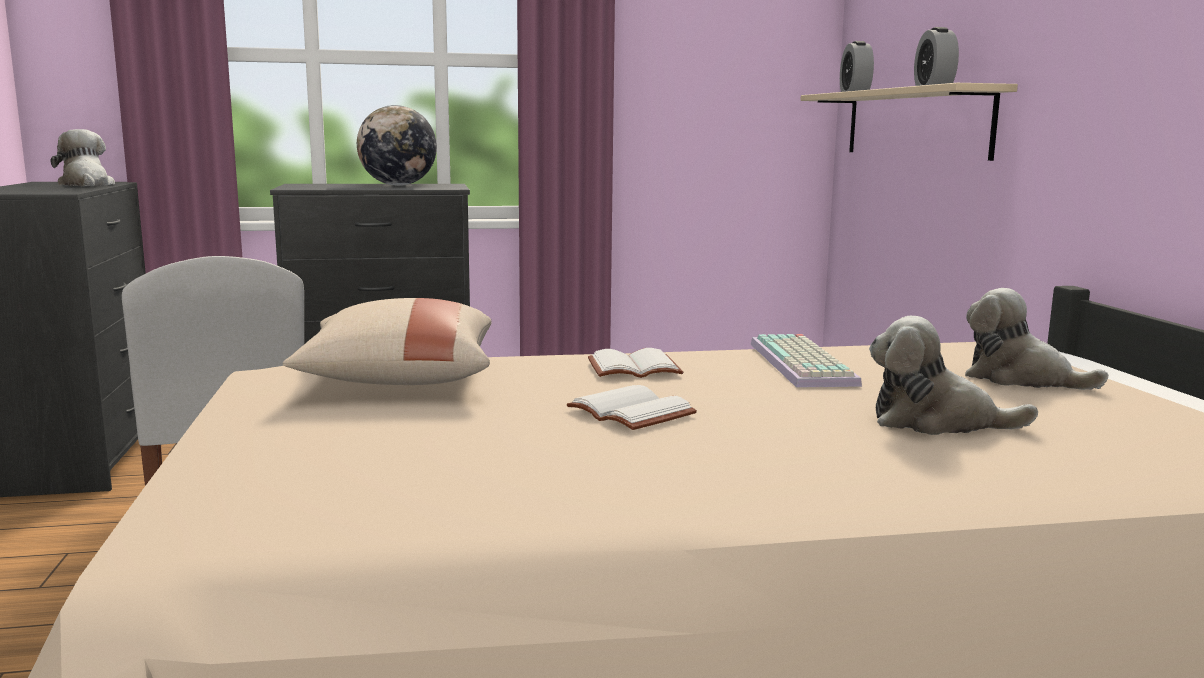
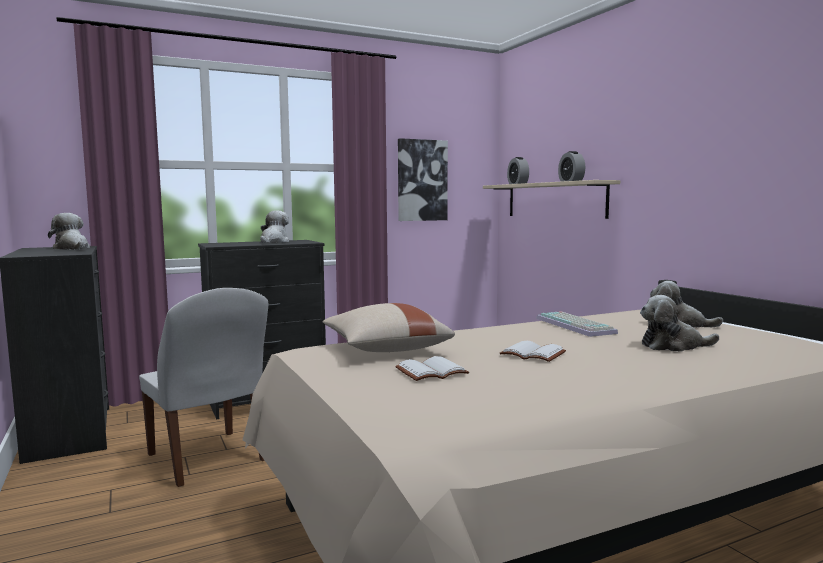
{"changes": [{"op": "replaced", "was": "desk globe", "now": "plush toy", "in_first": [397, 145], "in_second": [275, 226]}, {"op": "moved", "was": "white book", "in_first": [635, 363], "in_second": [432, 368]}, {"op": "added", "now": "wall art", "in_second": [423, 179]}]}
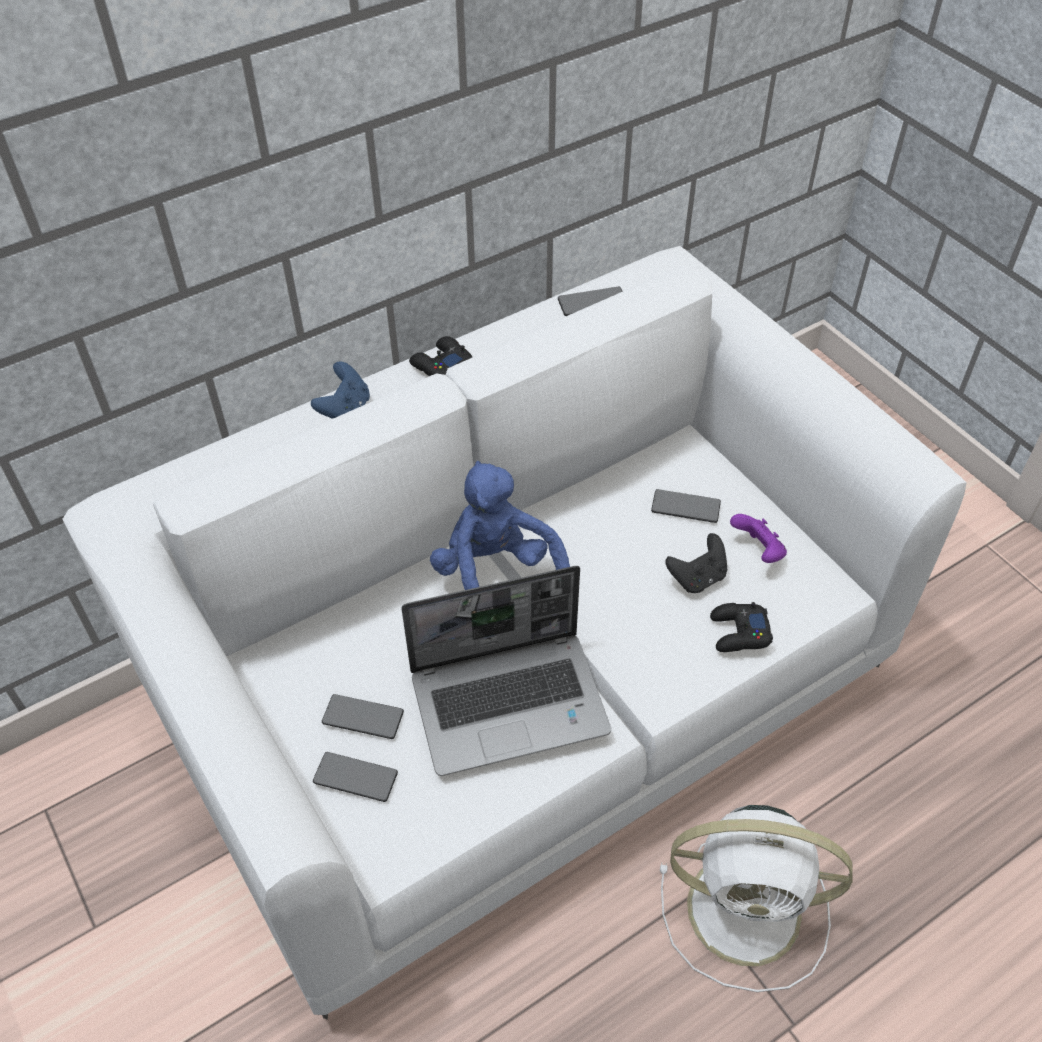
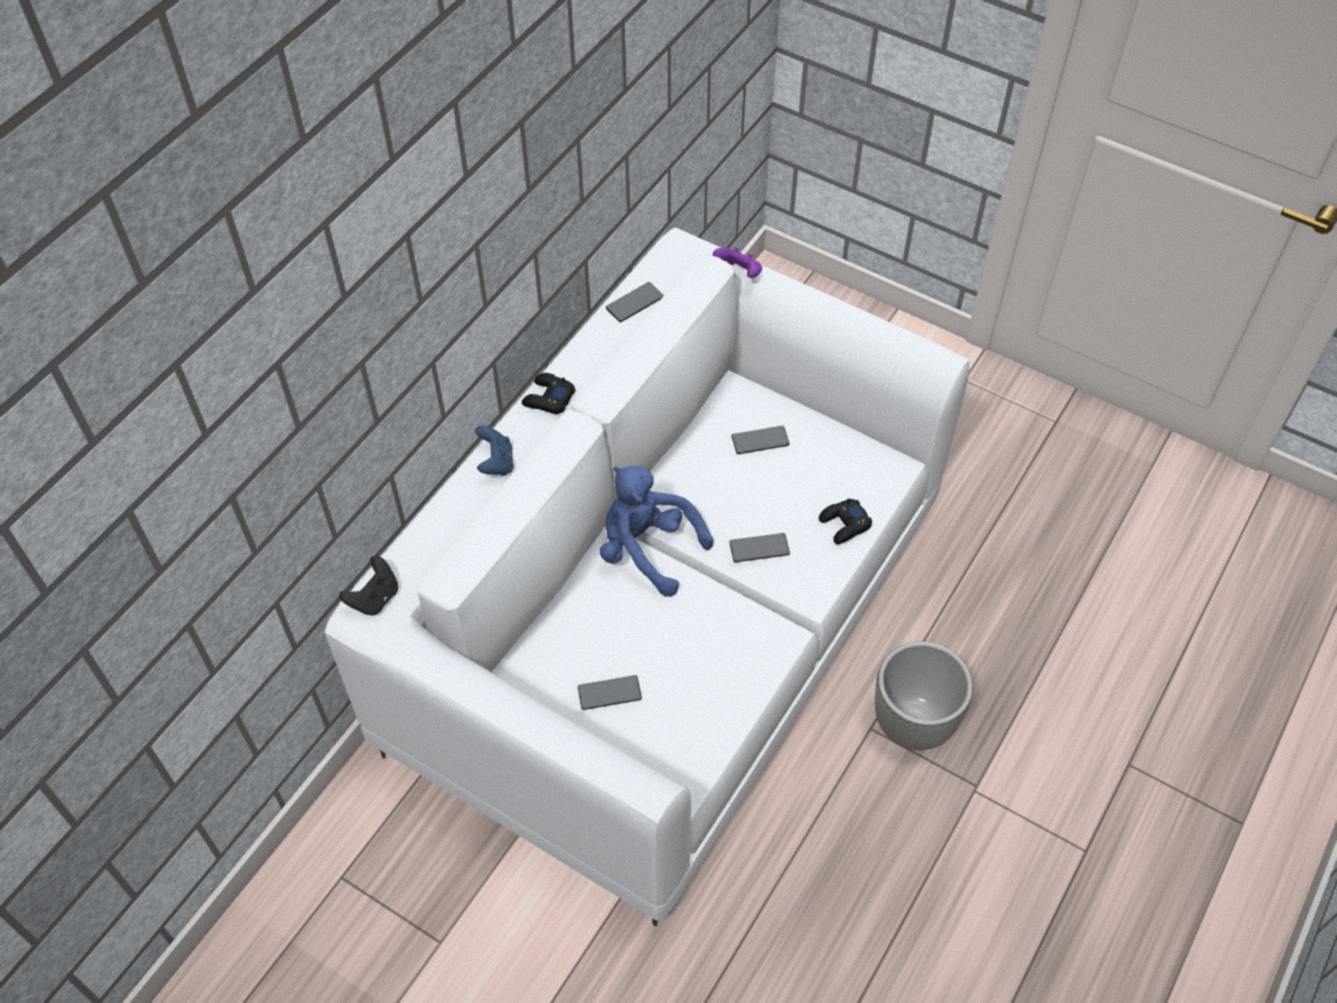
{"changes": [{"op": "moved", "was": "black game controller", "in_first": [696, 563], "in_second": [368, 586]}, {"op": "moved", "was": "purple game controller", "in_first": [758, 538], "in_second": [737, 262]}, {"op": "moved", "was": "telephone", "in_first": [355, 777], "in_second": [759, 547]}, {"op": "replaced", "was": "white electric fan", "now": "plant pot", "in_first": [756, 898], "in_second": [924, 695]}, {"op": "removed", "was": "portable computer", "in_first": [506, 671]}]}
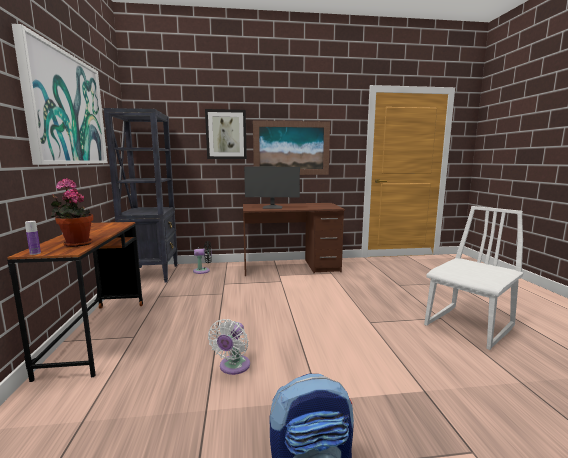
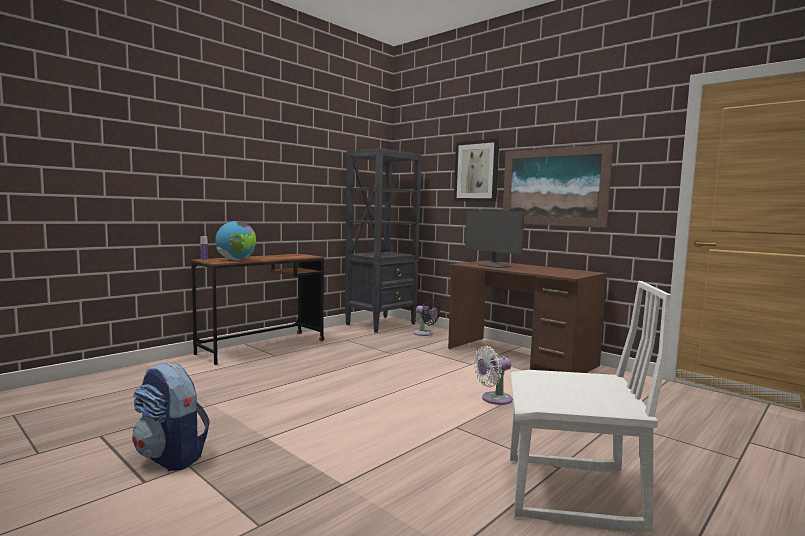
{"changes": [{"op": "replaced", "was": "potted plant", "now": "desk globe", "in_first": [72, 212], "in_second": [235, 240]}, {"op": "moved", "was": "white electric fan", "in_first": [229, 347], "in_second": [493, 375]}, {"op": "removed", "was": "wall art", "in_first": [60, 94]}]}
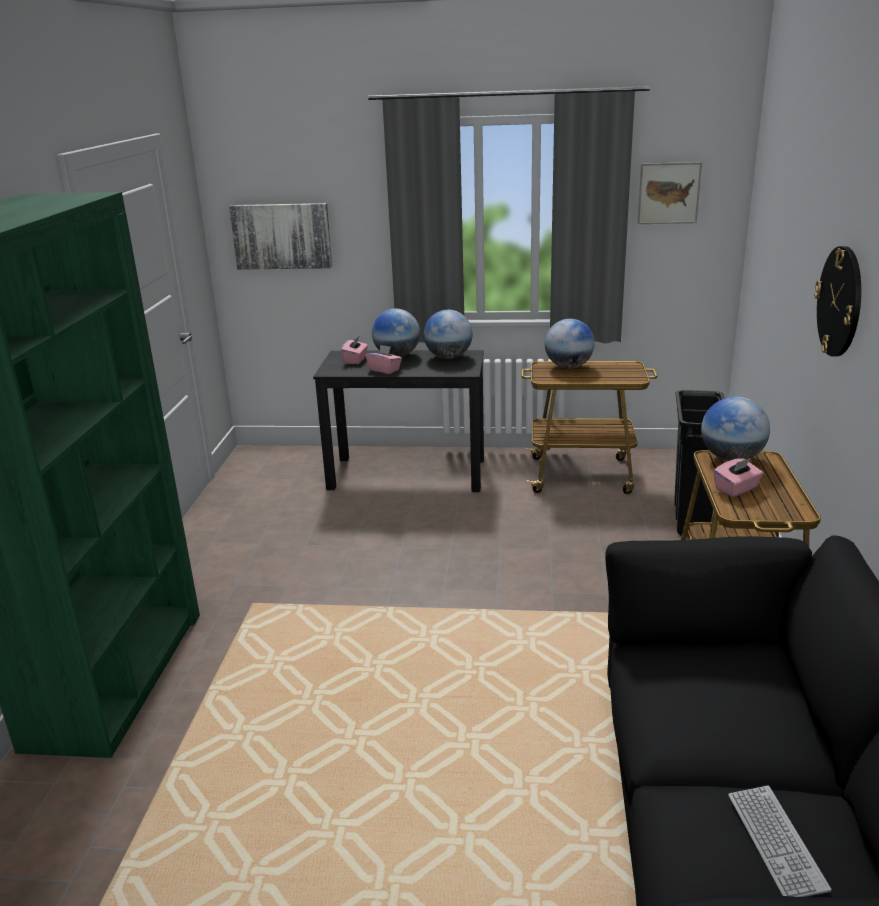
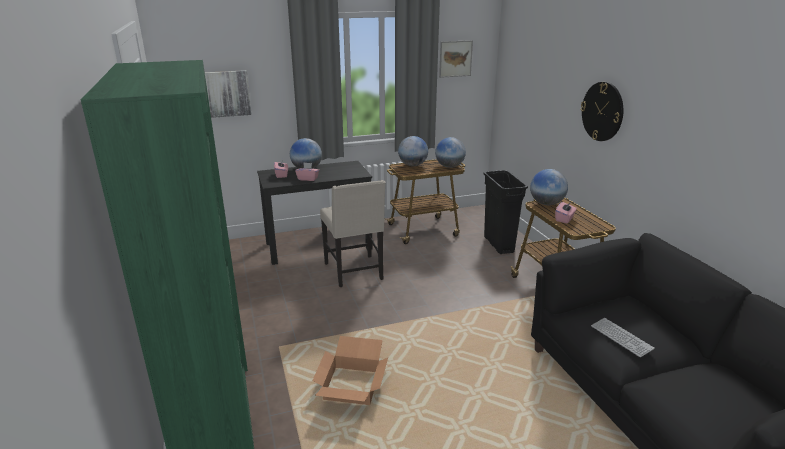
{"changes": [{"op": "added", "now": "cardboard box", "in_second": [350, 370]}, {"op": "added", "now": "beige plain chair", "in_second": [353, 233]}, {"op": "moved", "was": "desk globe", "in_first": [448, 334], "in_second": [450, 152]}, {"op": "moved", "was": "PC keyboard", "in_first": [779, 841], "in_second": [623, 337]}]}
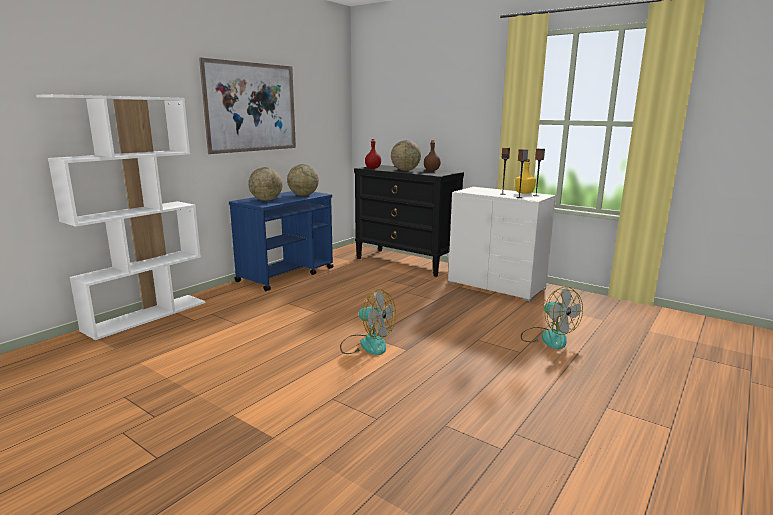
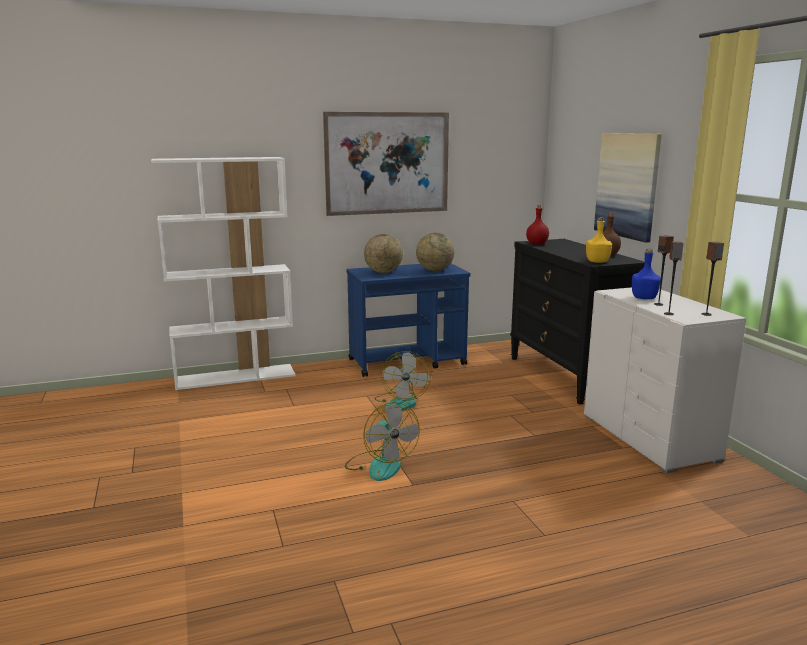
{"changes": [{"op": "moved", "was": "electric fan", "in_first": [552, 318], "in_second": [402, 381]}, {"op": "moved", "was": "yellow-coloured bottle", "in_first": [525, 176], "in_second": [599, 240]}, {"op": "added", "now": "wall art", "in_second": [628, 188]}, {"op": "added", "now": "blue bottle", "in_second": [646, 274]}, {"op": "removed", "was": "desk globe", "in_first": [406, 155]}]}
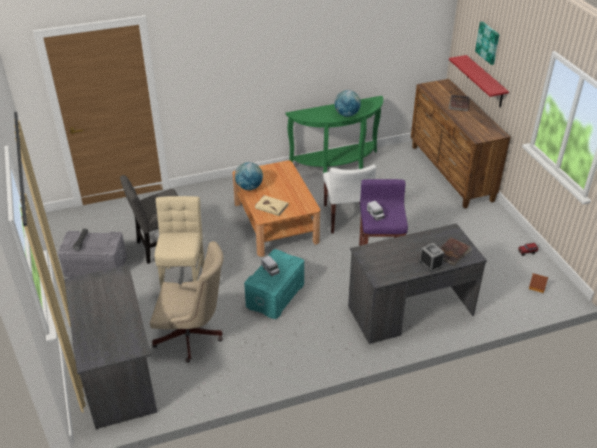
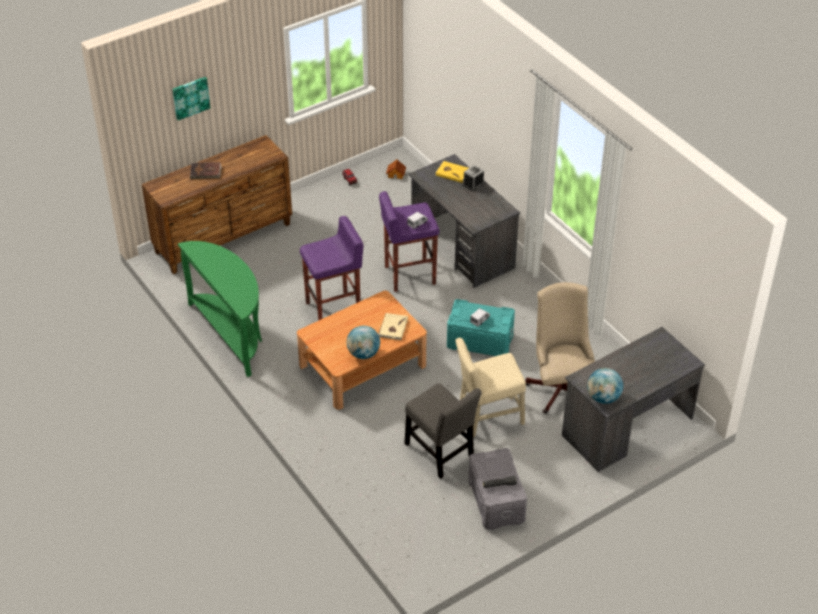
{"changes": [{"op": "replaced", "was": "white plain chair", "now": "purple stool", "in_first": [349, 199], "in_second": [331, 268]}, {"op": "recoloured", "was": "brown-coloured book", "now": "yellow-coloured book", "in_first": [456, 251], "in_second": [452, 172]}, {"op": "moved", "was": "desk globe", "in_first": [347, 103], "in_second": [605, 386]}, {"op": "removed", "was": "red-coloured wall shelf", "in_first": [479, 81]}]}
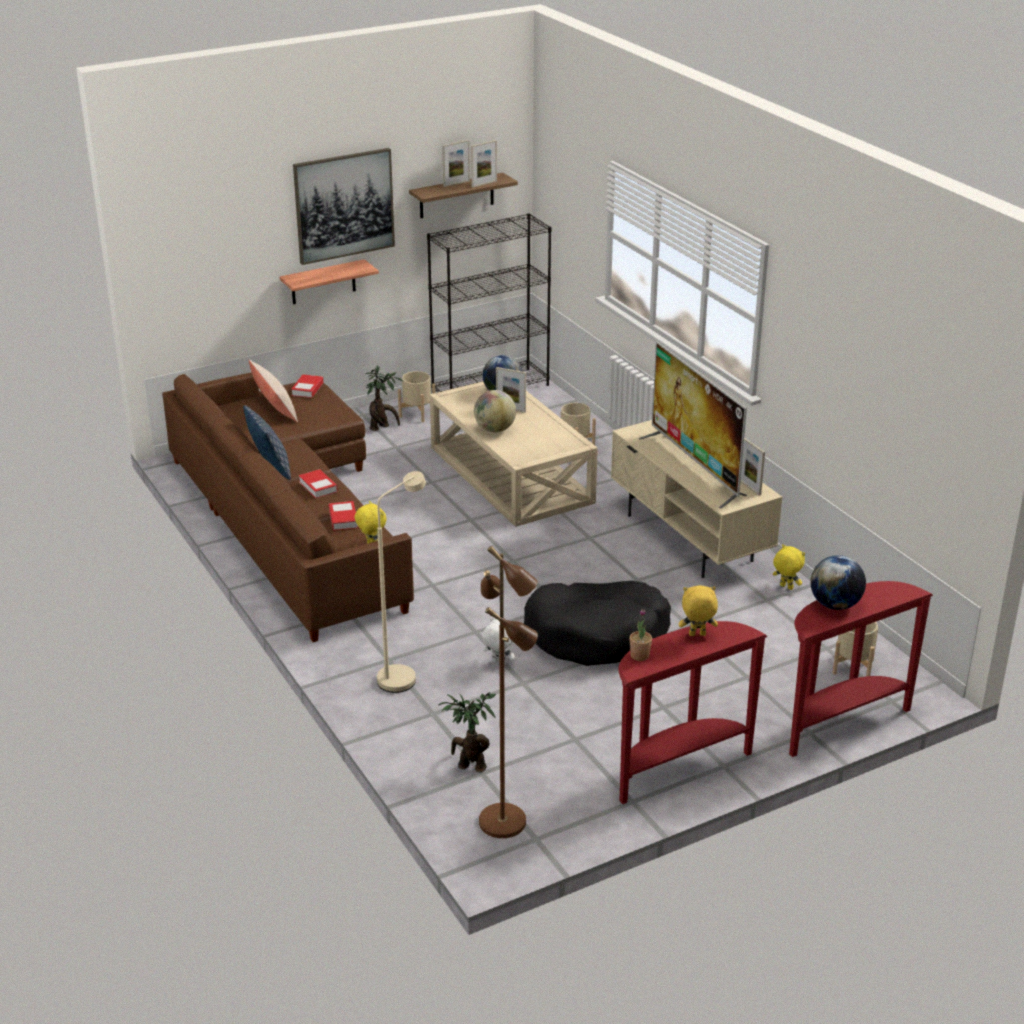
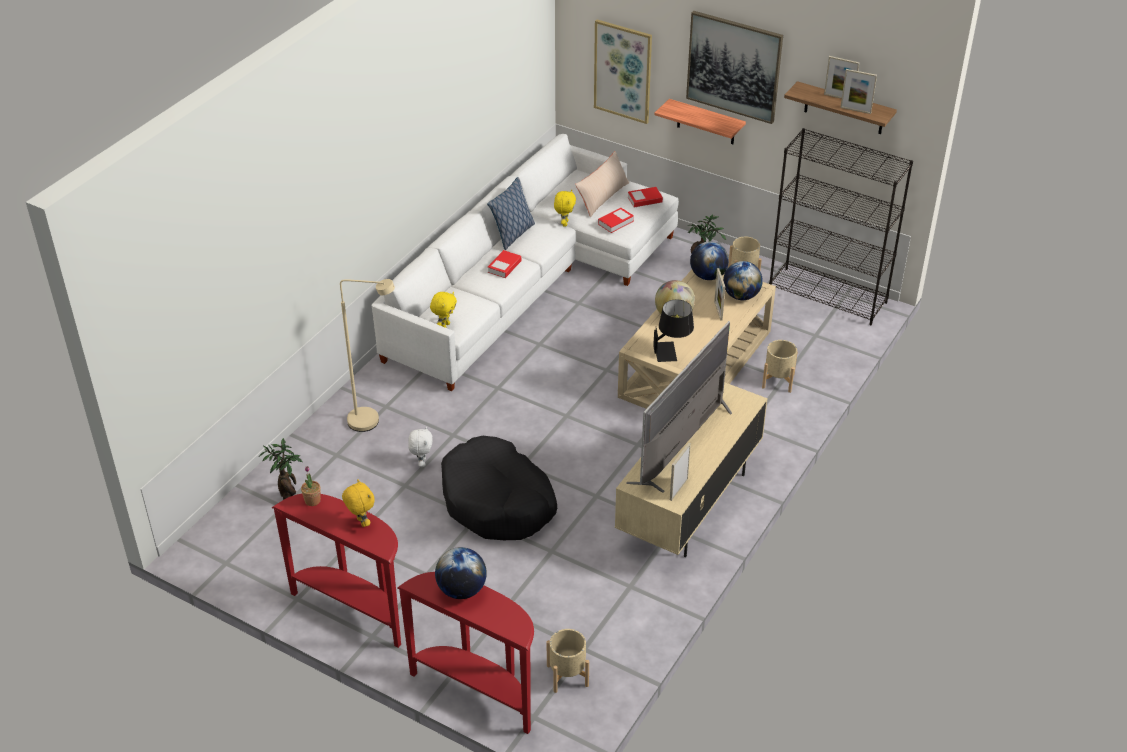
{"changes": [{"op": "recoloured", "was": "brown-coloured couch", "now": "white couch", "in_first": [288, 507], "in_second": [525, 262]}, {"op": "moved", "was": "yellow-coloured plush toy", "in_first": [789, 567], "in_second": [565, 208]}, {"op": "added", "now": "wall art", "in_second": [623, 72]}, {"op": "moved", "was": "book", "in_first": [343, 516], "in_second": [616, 220]}, {"op": "added", "now": "black lamp for a table", "in_second": [673, 331]}, {"op": "added", "now": "desk globe", "in_second": [709, 261]}, {"op": "removed", "was": "brown-coloured standing lamp", "in_first": [508, 692]}]}
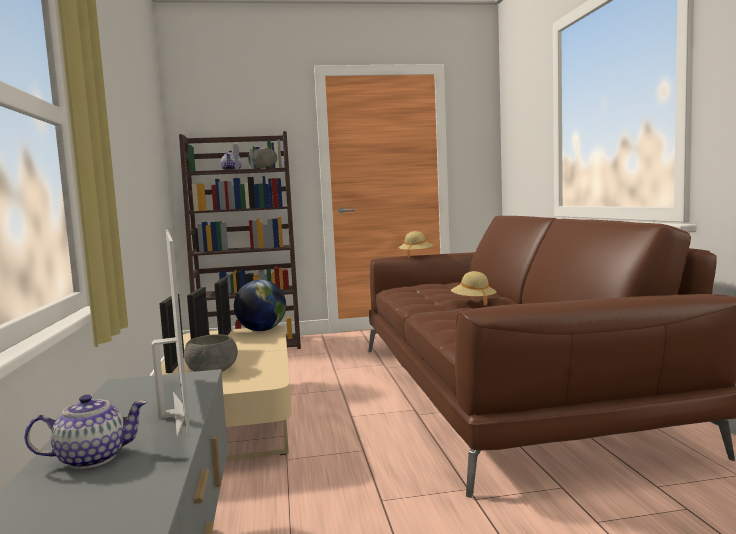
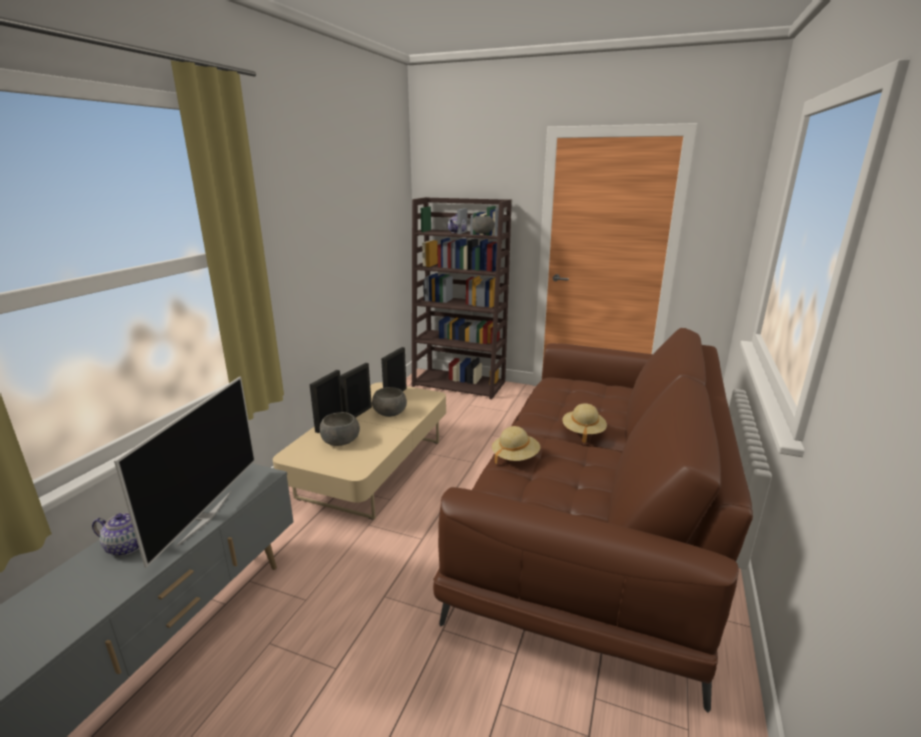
{"changes": [{"op": "added", "now": "greyish deep dish", "in_second": [389, 402]}, {"op": "moved", "was": "beige clothing hat", "in_first": [416, 244], "in_second": [516, 444]}, {"op": "removed", "was": "desk globe", "in_first": [260, 305]}]}
